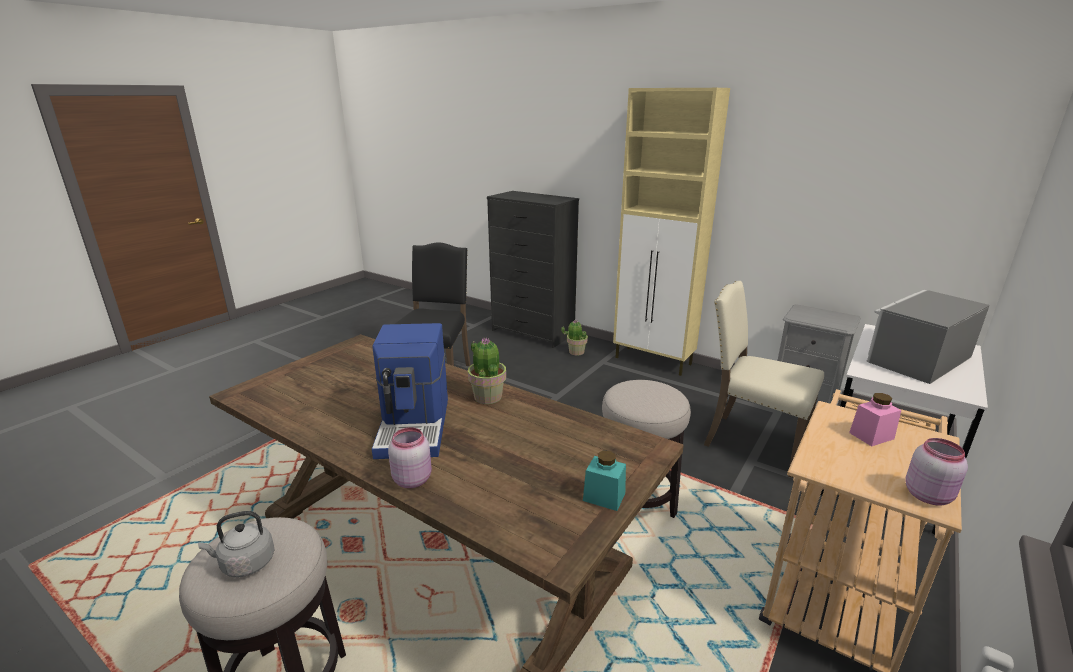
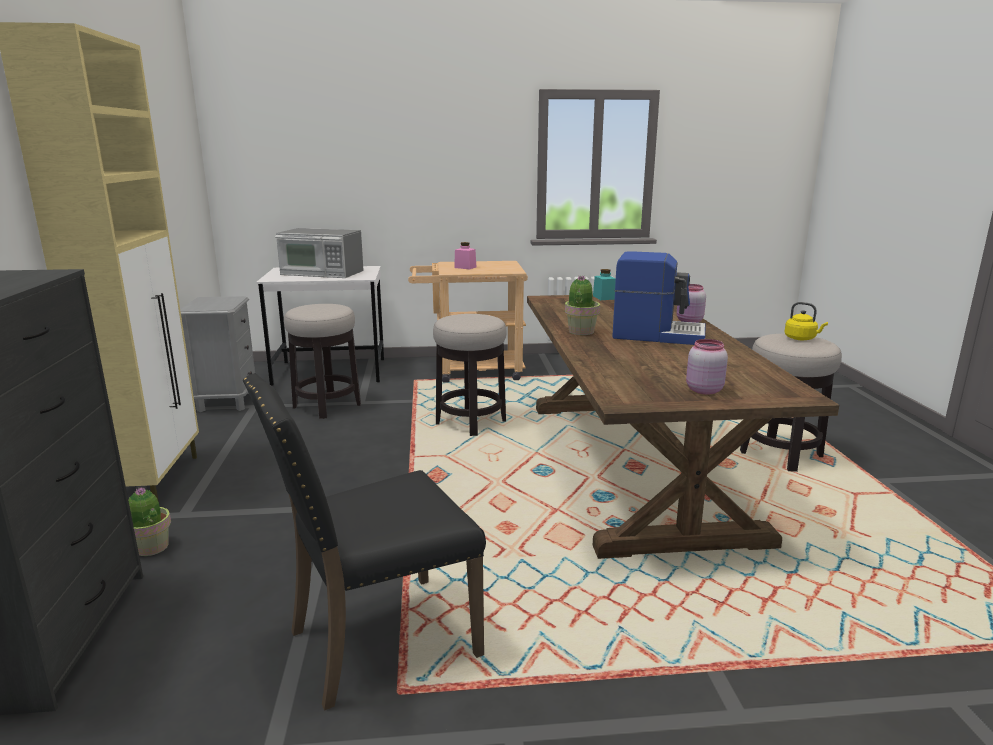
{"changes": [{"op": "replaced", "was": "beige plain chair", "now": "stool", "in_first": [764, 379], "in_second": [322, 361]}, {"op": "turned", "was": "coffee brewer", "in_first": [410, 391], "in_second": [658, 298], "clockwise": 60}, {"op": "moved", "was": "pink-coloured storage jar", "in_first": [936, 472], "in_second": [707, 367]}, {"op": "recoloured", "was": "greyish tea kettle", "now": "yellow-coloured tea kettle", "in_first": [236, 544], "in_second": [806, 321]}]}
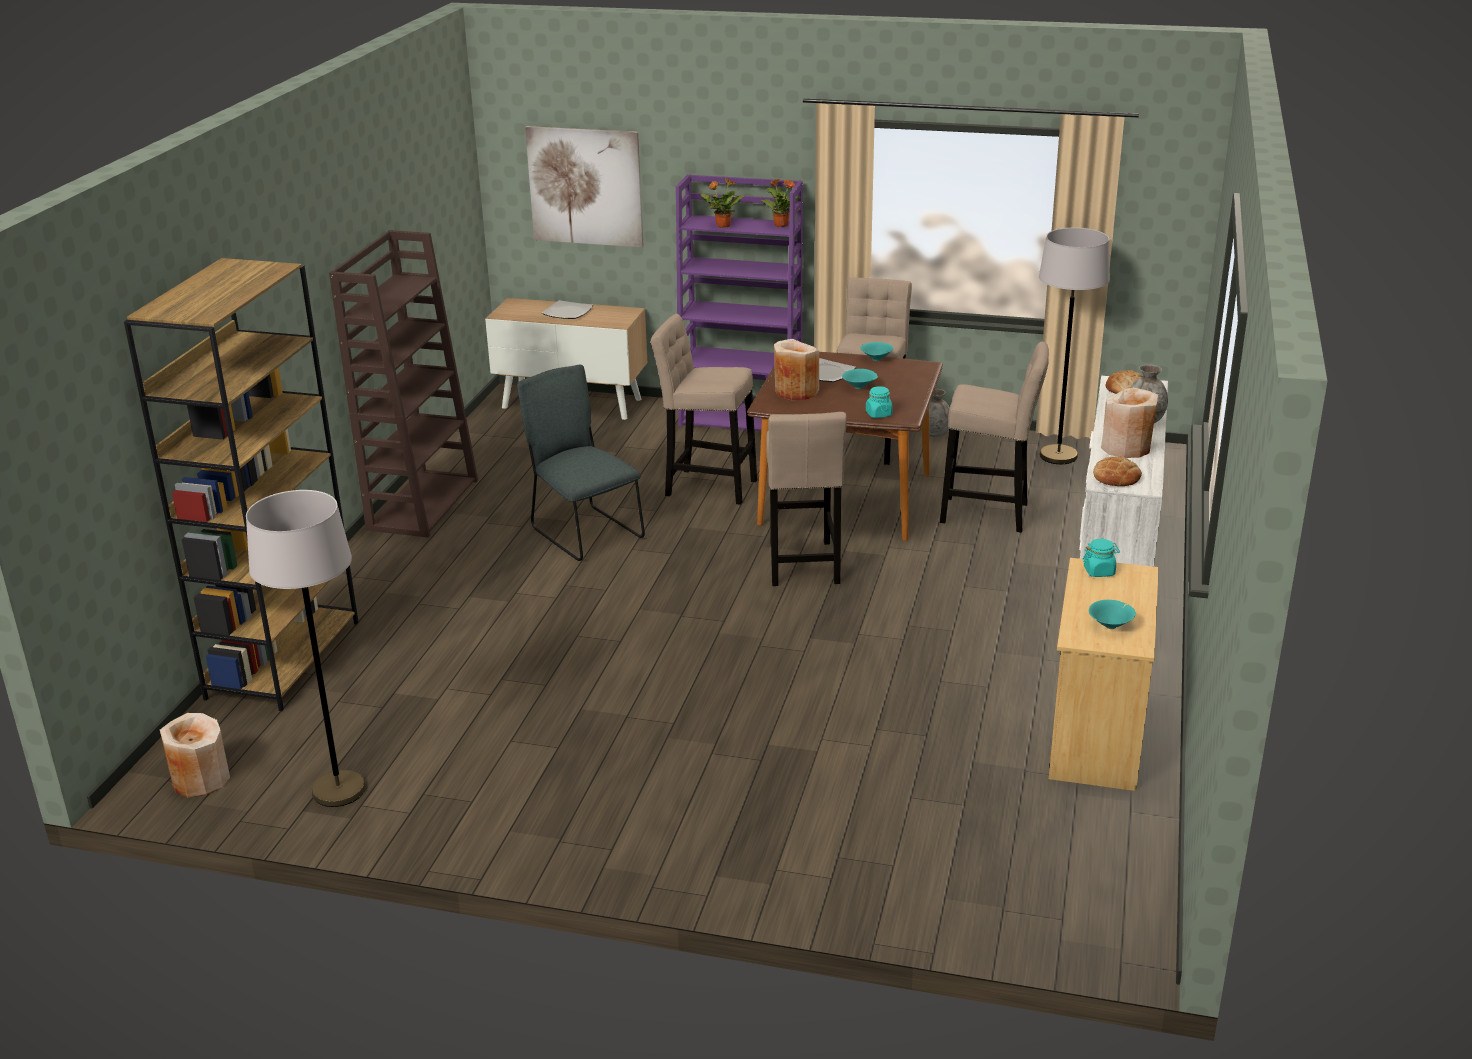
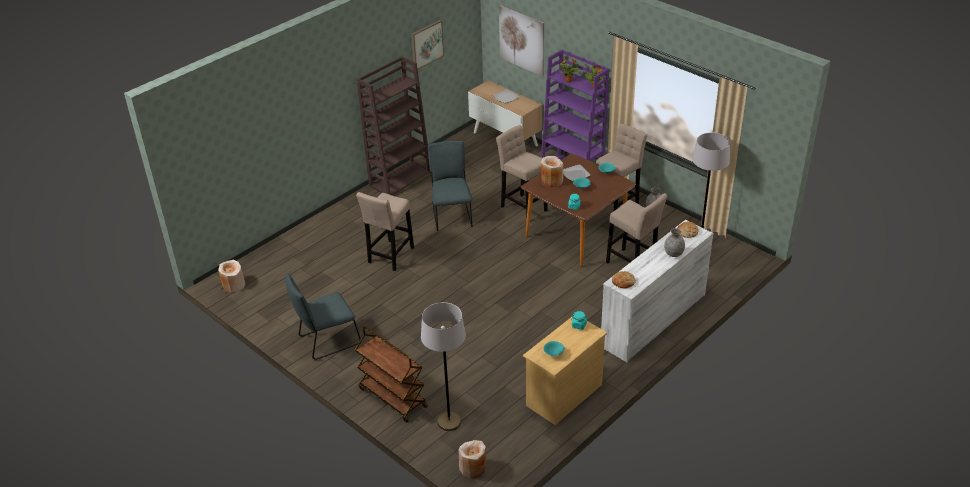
{"changes": [{"op": "added", "now": "greyish plain chair", "in_second": [323, 316]}, {"op": "added", "now": "brown-coloured cart", "in_second": [391, 374]}, {"op": "moved", "was": "beige stool", "in_first": [806, 499], "in_second": [385, 231]}, {"op": "added", "now": "wall art", "in_second": [427, 44]}, {"op": "moved", "was": "greyish standing lamp", "in_first": [306, 648], "in_second": [443, 366]}, {"op": "moved", "was": "beige decorative vase", "in_first": [1129, 423], "in_second": [472, 459]}, {"op": "removed", "was": "brown-coloured shelving unit", "in_first": [241, 484]}]}
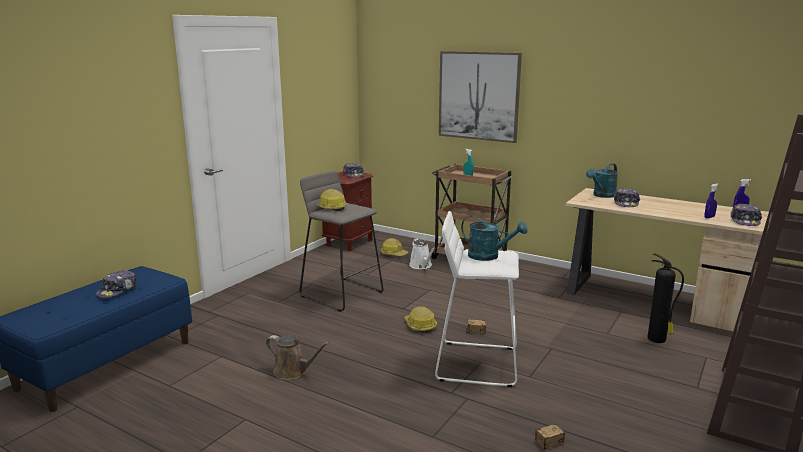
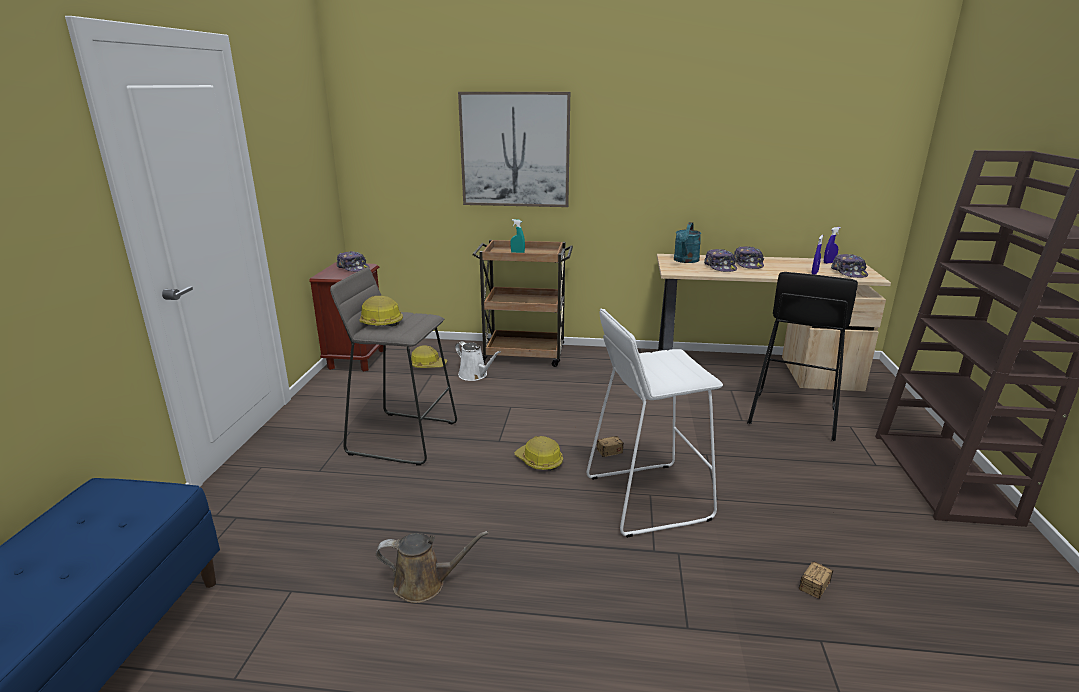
{"changes": [{"op": "moved", "was": "peaked cap", "in_first": [116, 284], "in_second": [749, 257]}, {"op": "replaced", "was": "fire-fighting cylinder", "now": "black stool", "in_first": [666, 298], "in_second": [802, 356]}, {"op": "removed", "was": "turquoise-coloured watering can", "in_first": [494, 238]}]}
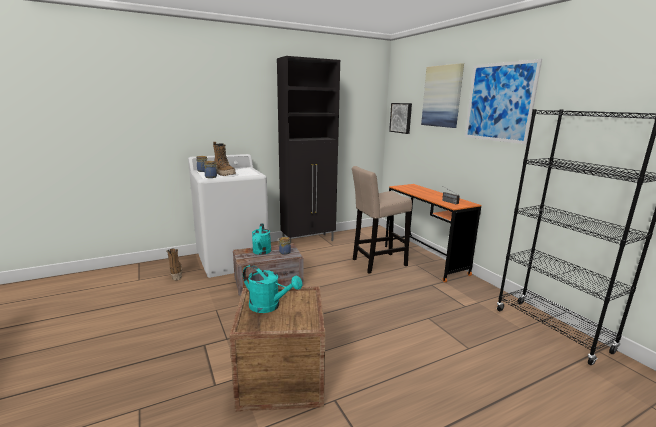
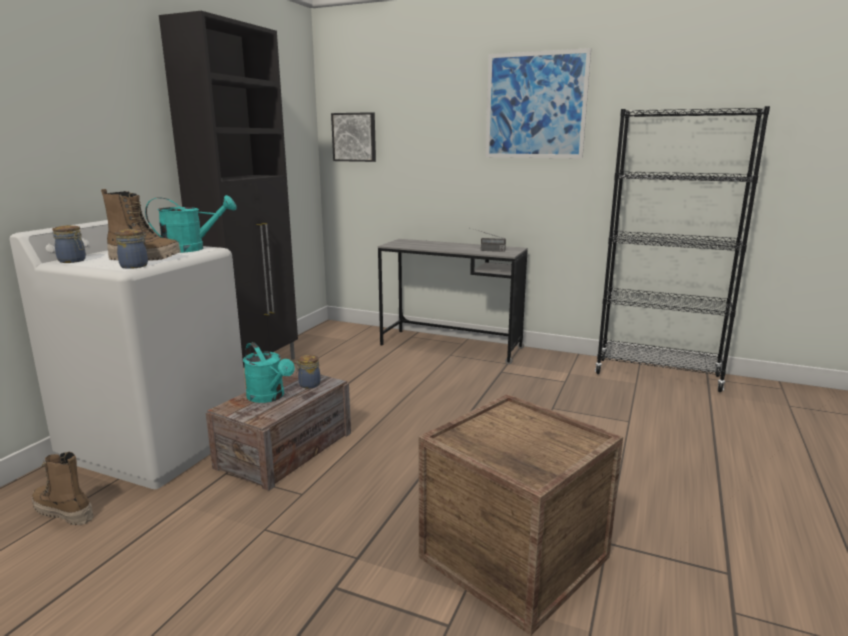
{"changes": [{"op": "moved", "was": "turquoise-coloured watering can", "in_first": [272, 289], "in_second": [191, 224]}, {"op": "recoloured", "was": "orangey desk", "now": "greyish desk", "in_first": [433, 233], "in_second": [453, 301]}, {"op": "removed", "was": "beige stool", "in_first": [382, 220]}, {"op": "removed", "was": "wall art", "in_first": [442, 95]}]}
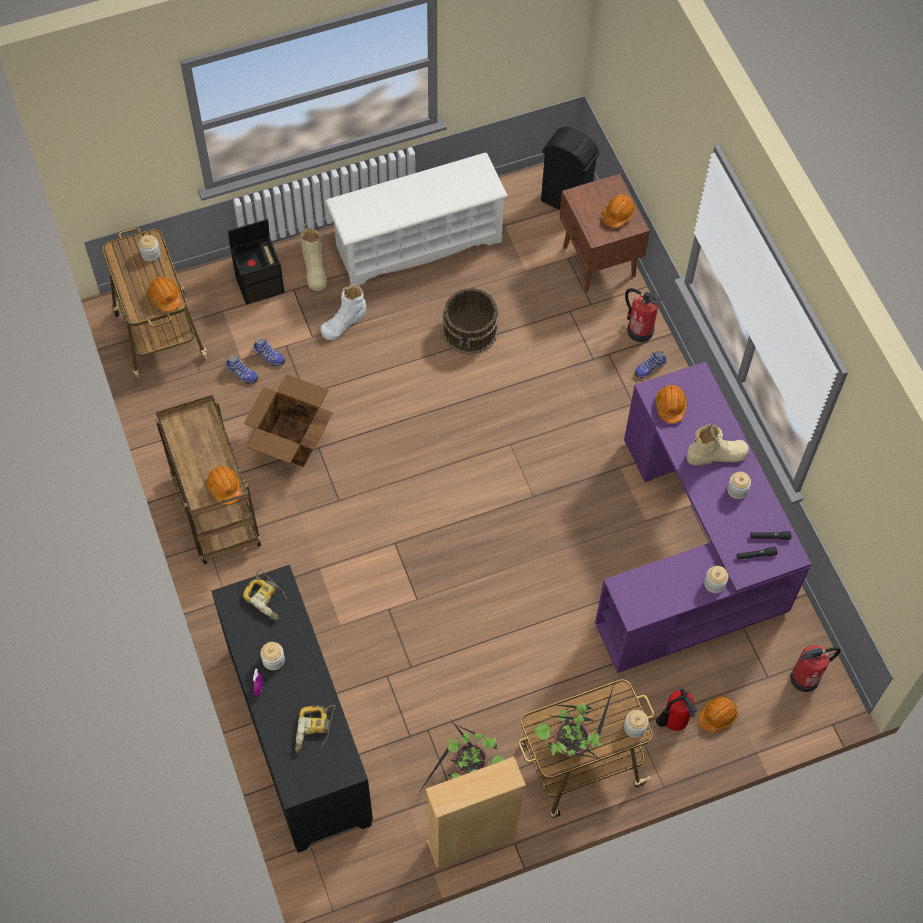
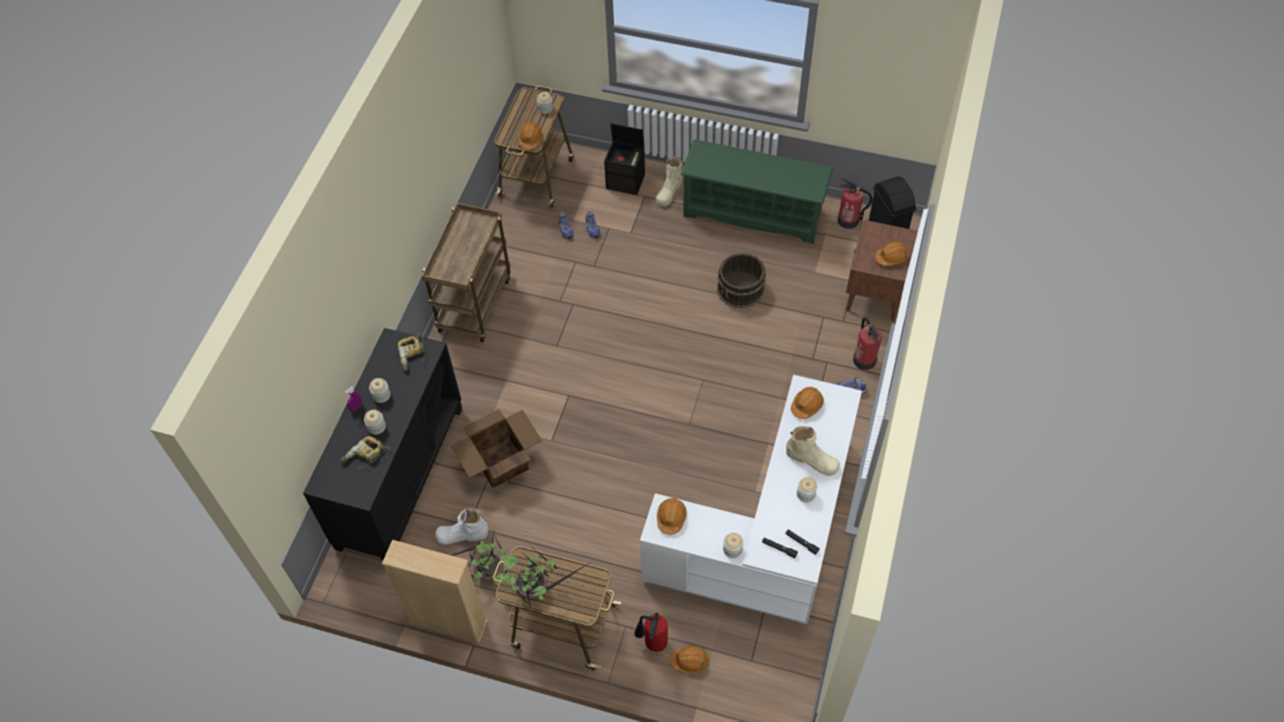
{"changes": [{"op": "moved", "was": "storage jar", "in_first": [636, 724], "in_second": [375, 422]}, {"op": "moved", "was": "white tall boot", "in_first": [343, 312], "in_second": [461, 527]}, {"op": "moved", "was": "cardboard box", "in_first": [288, 420], "in_second": [496, 448]}, {"op": "recoloured", "was": "purple desk", "now": "white desk", "in_first": [703, 517], "in_second": [751, 499]}, {"op": "moved", "was": "orangey safety helmet", "in_first": [224, 485], "in_second": [672, 516]}, {"op": "recoloured", "was": "white shoe stand", "now": "greenish shoe stand", "in_first": [416, 219], "in_second": [757, 191]}, {"op": "moved", "was": "fire-fighting cylinder", "in_first": [815, 668], "in_second": [855, 203]}]}
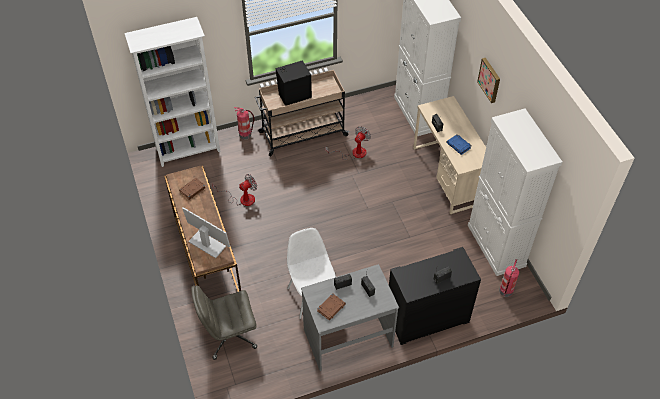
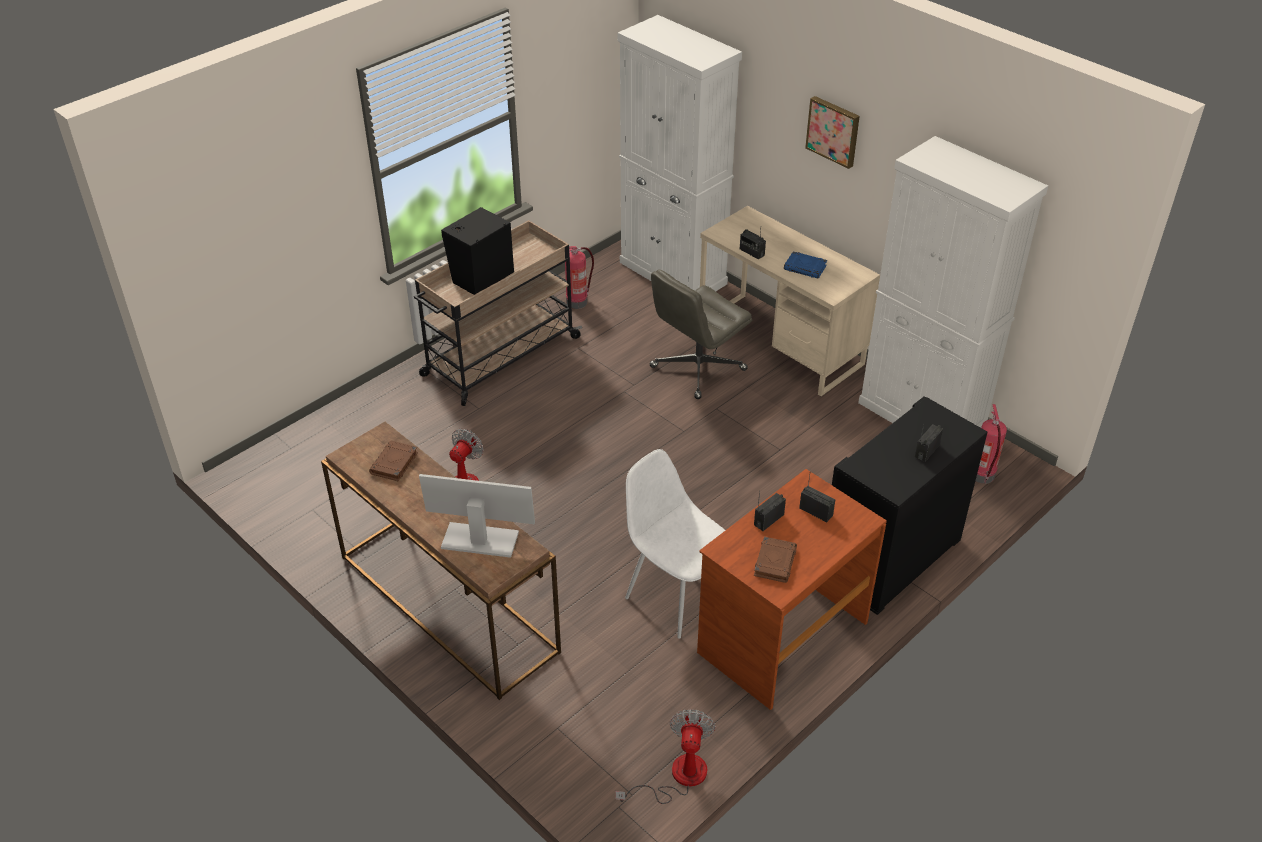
{"changes": [{"op": "moved", "was": "fire-fighting cylinder", "in_first": [244, 123], "in_second": [579, 277]}, {"op": "moved", "was": "electric fan", "in_first": [348, 143], "in_second": [665, 756]}, {"op": "moved", "was": "greyish computer chair", "in_first": [224, 322], "in_second": [700, 334]}, {"op": "recoloured", "was": "greyish desk", "now": "brown-coloured desk", "in_first": [350, 317], "in_second": [792, 589]}, {"op": "removed", "was": "white shelving unit", "in_first": [172, 92]}]}
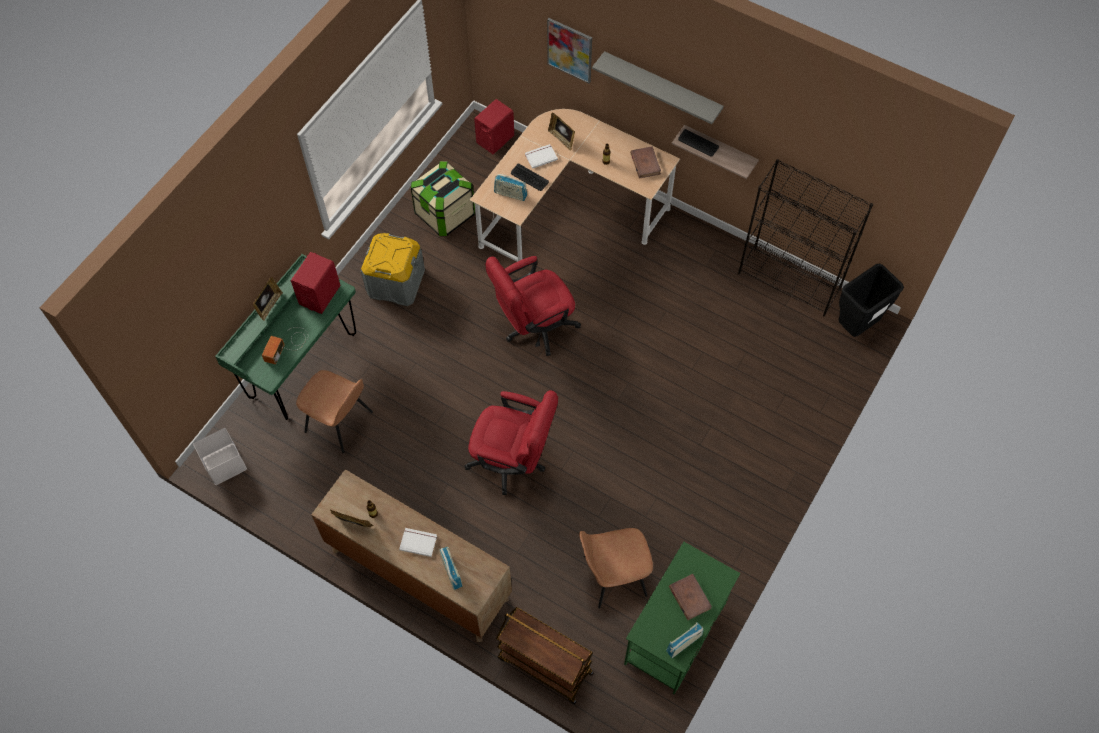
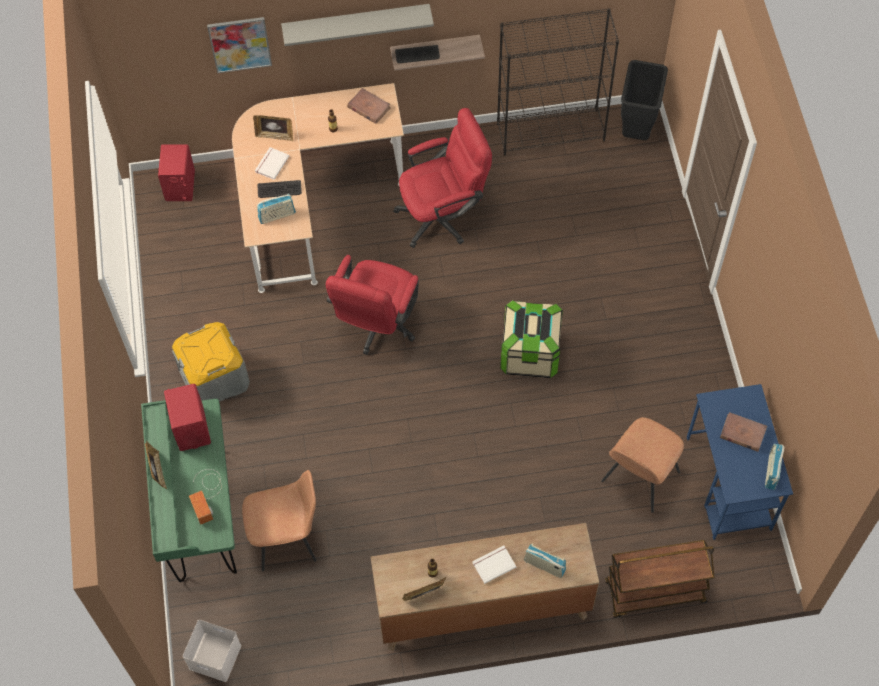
{"changes": [{"op": "moved", "was": "red-coloured computer chair", "in_first": [511, 442], "in_second": [442, 178]}, {"op": "moved", "was": "storage bin", "in_first": [443, 198], "in_second": [531, 339]}, {"op": "recoloured", "was": "greenish desk", "now": "blue desk", "in_first": [682, 618], "in_second": [740, 462]}]}
